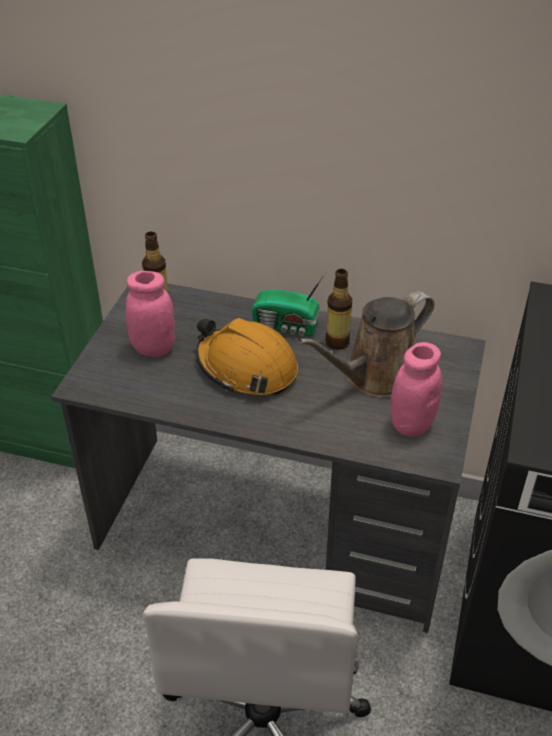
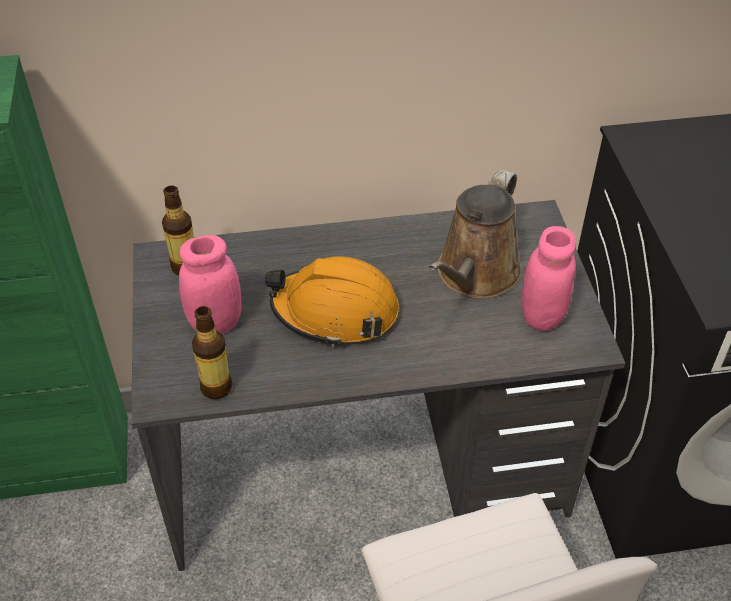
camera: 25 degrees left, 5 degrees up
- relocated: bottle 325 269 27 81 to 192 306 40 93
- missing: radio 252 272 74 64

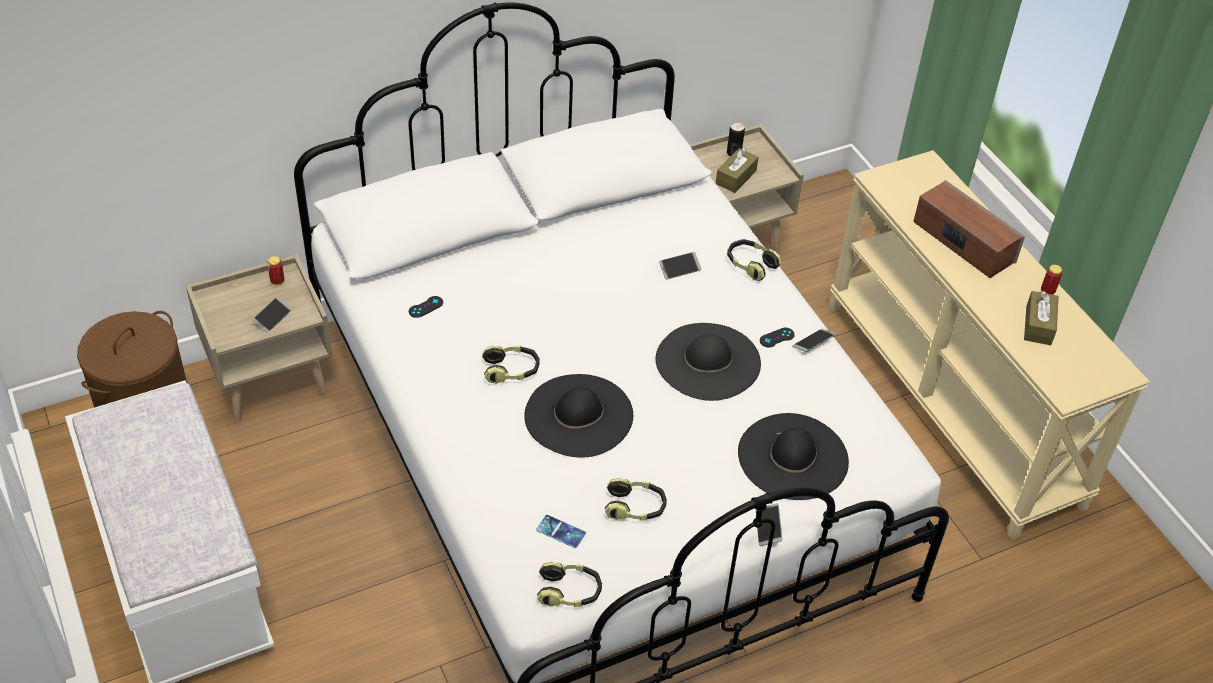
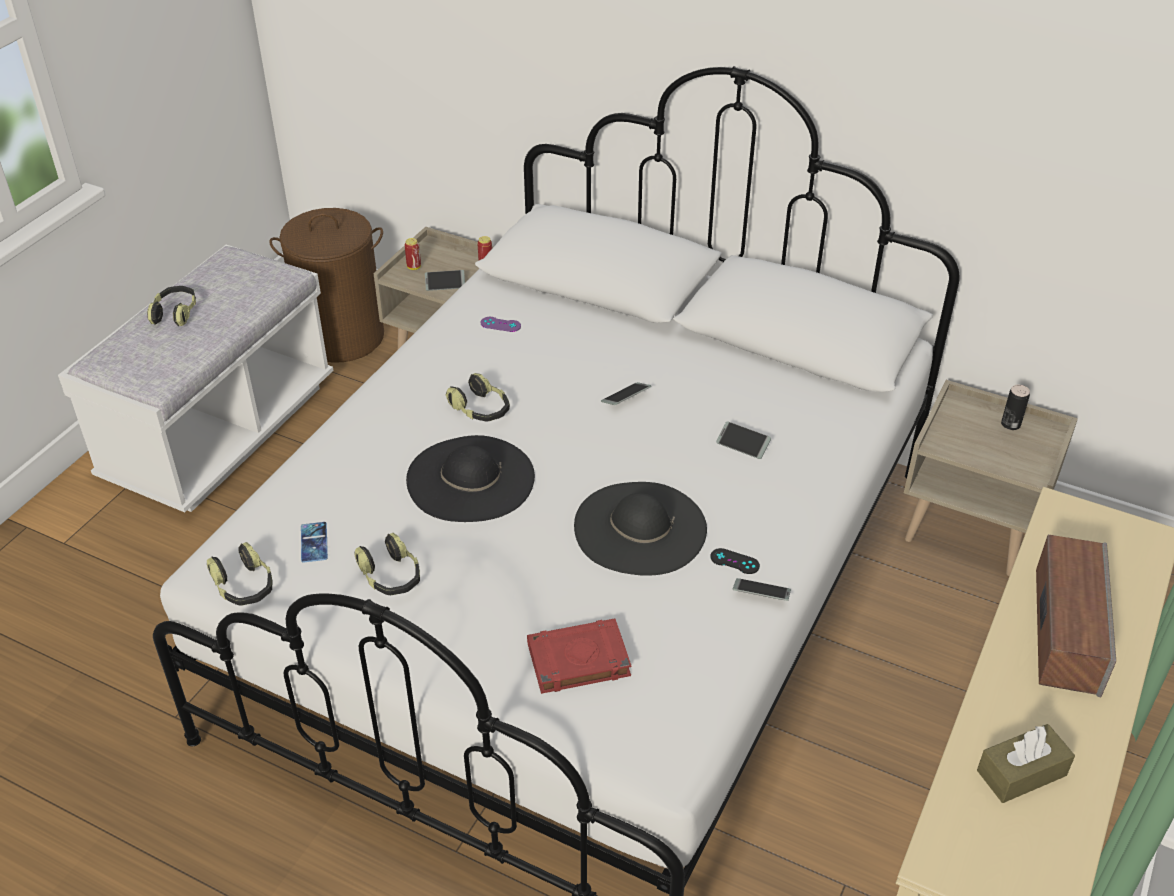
camera: 55 degrees right, 5 degrees down
- relocated: headphones 727 239 54 42 to 147 286 49 40
- relocated: can 1041 265 21 30 to 405 238 16 32
- colour: game controller (black) 409 296 34 22 to game controller (purple) 481 317 40 15
- exchanged: hat (black) 738 413 111 87 to book (red) 527 618 104 76
- relocated: phone 756 503 26 43 to 601 382 50 23
- missing: tissue box (brown) 716 148 42 45

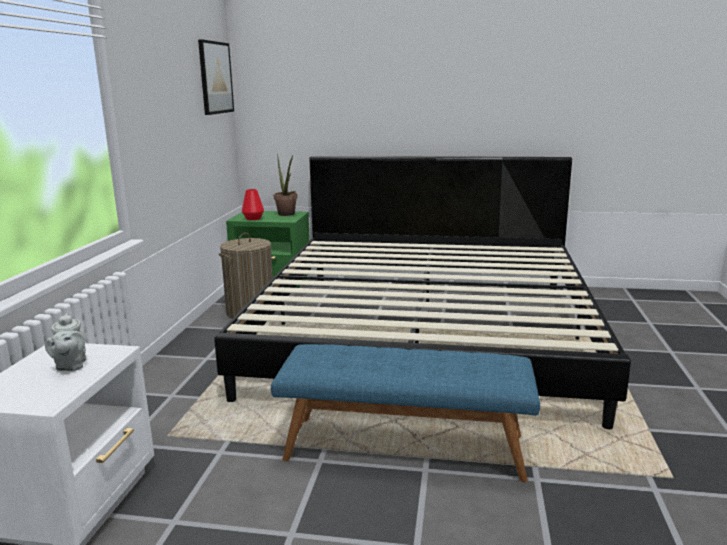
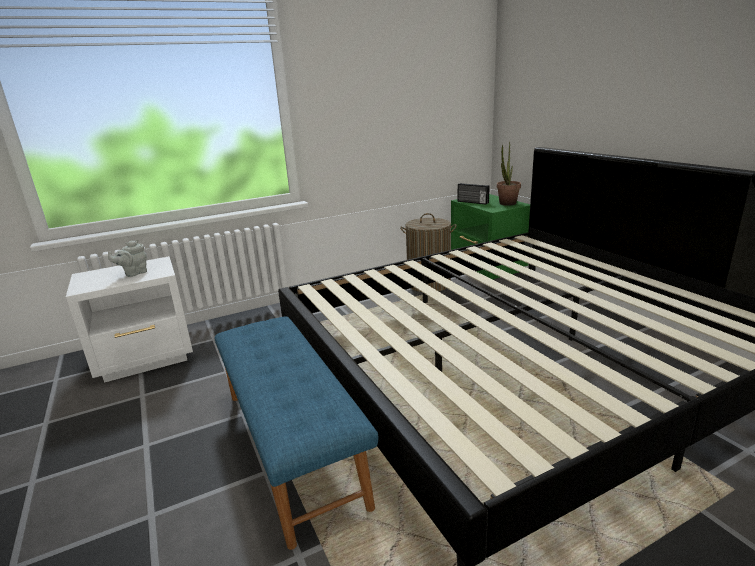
camera: 55 degrees right, 5 degrees up
- exchanged: vase (red) 242 189 22 31 to radio 458 183 32 22
- missing: picture 198 39 36 76

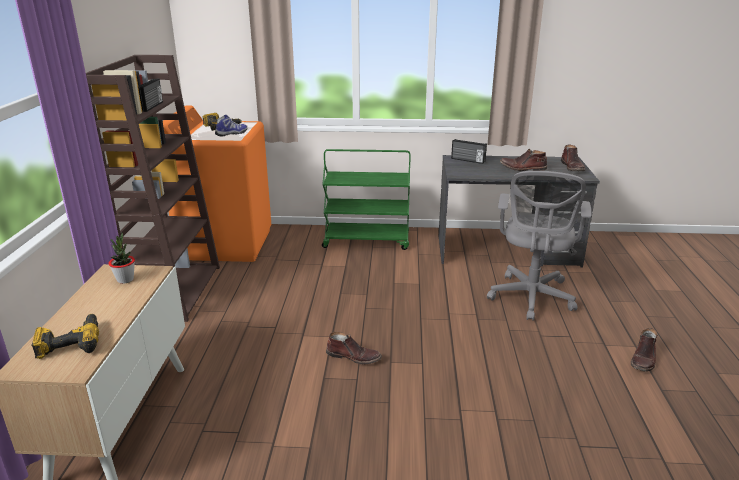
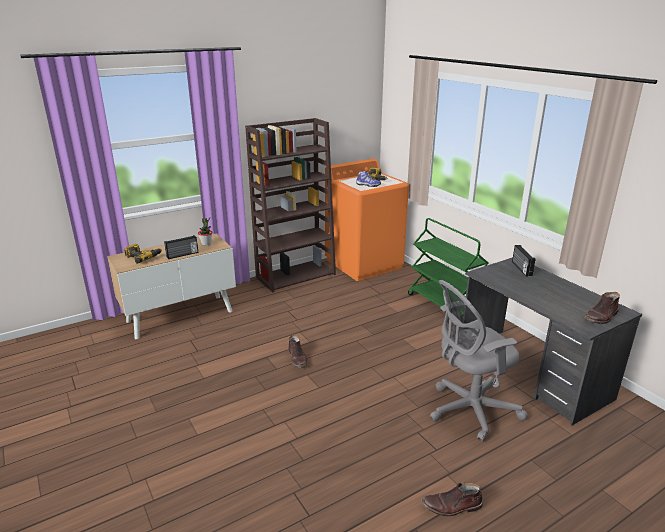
camera: 55 degrees right, 0 degrees up
- relocated: radio 138 79 25 33 to 164 235 34 24
- missing: boot (brown) 500 149 47 22

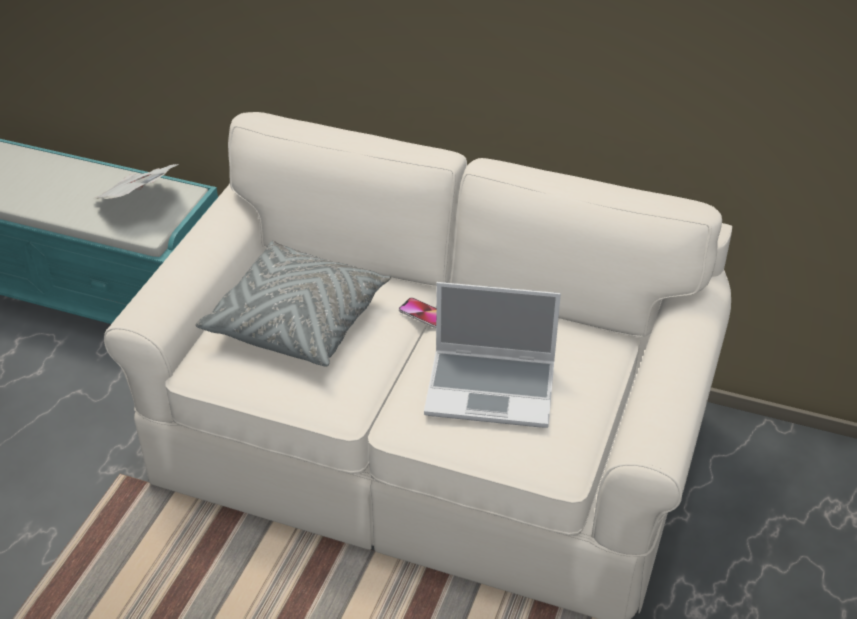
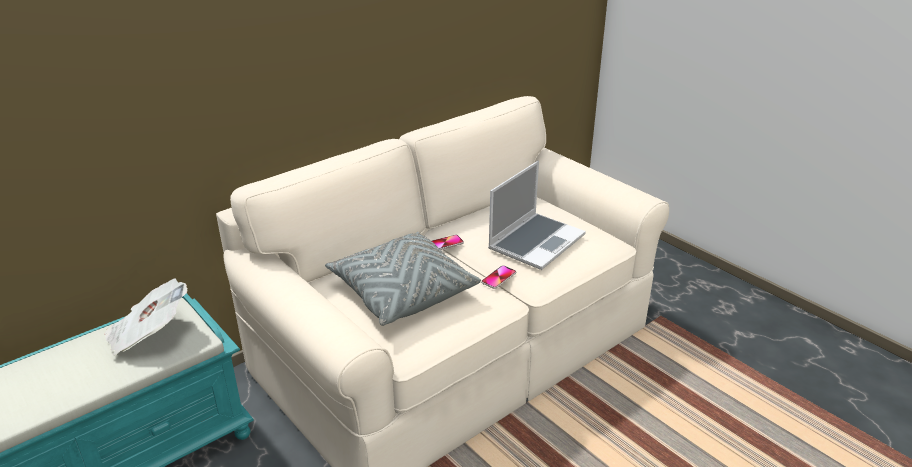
camera: 60 degrees left, 10 degrees down
- appeared: phone 481 265 35 24

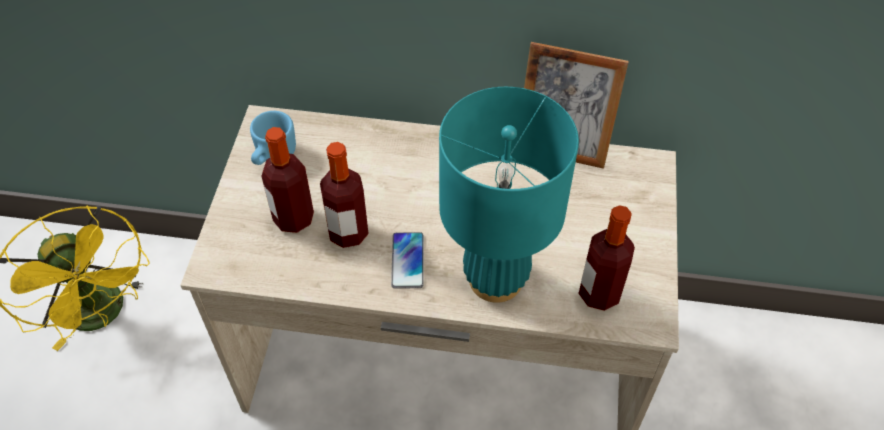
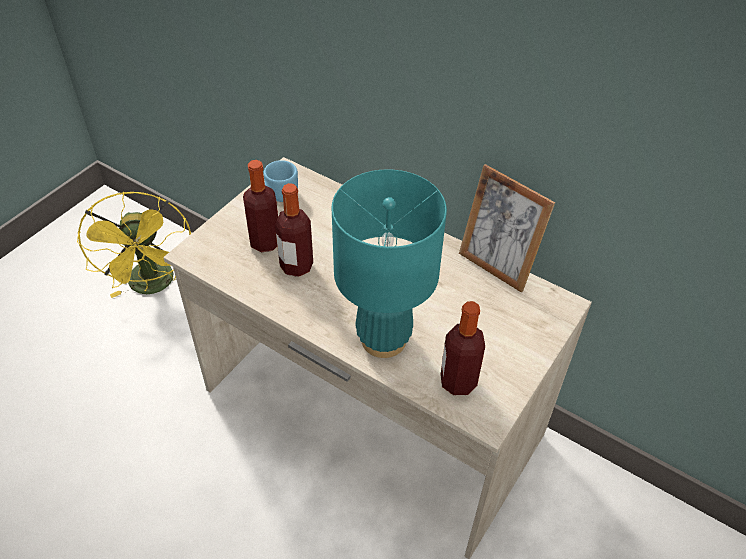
camera: 25 degrees right, 5 degrees down
- missing: phone 391 232 33 57

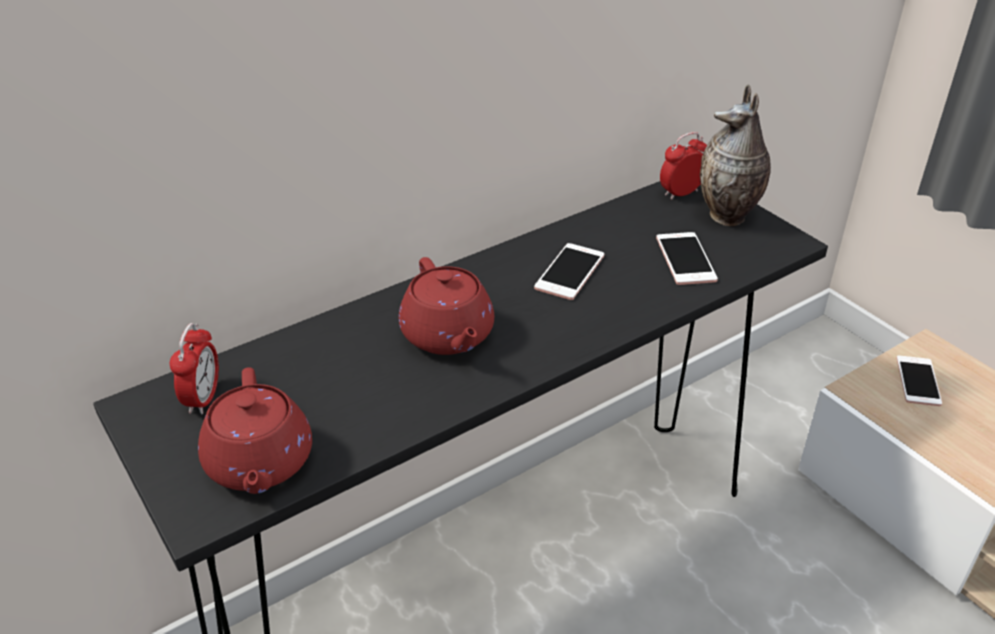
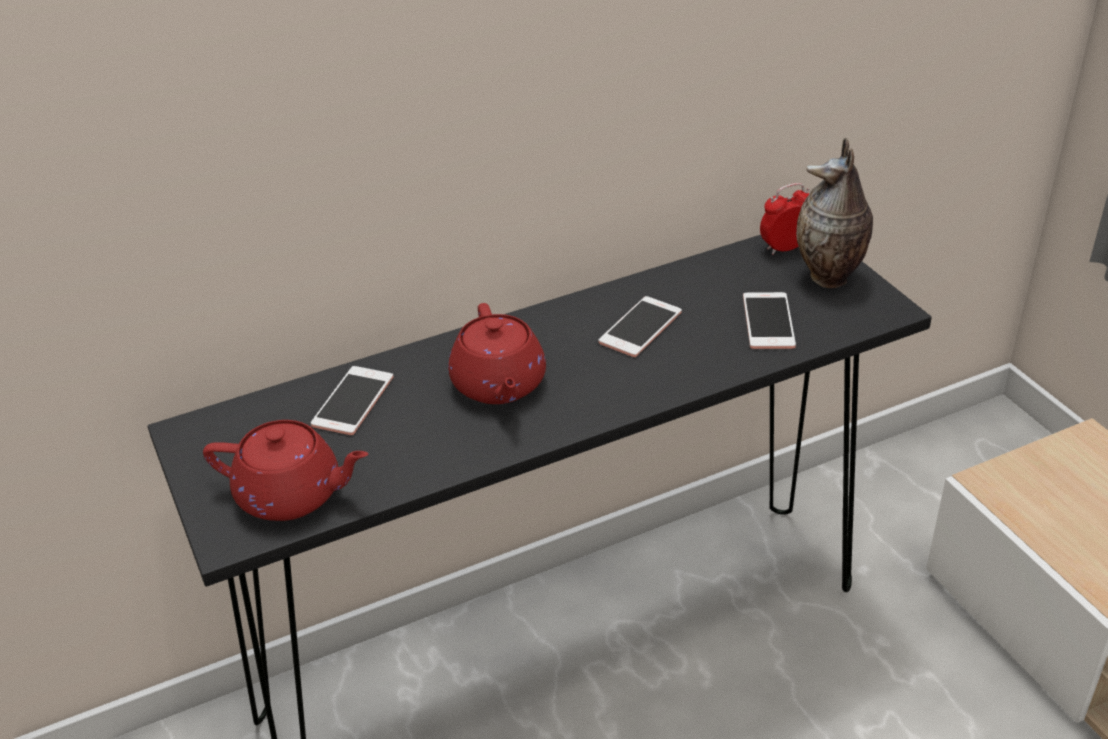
camera: 10 degrees right, 0 degrees up
- spun: teapot (red) 198 367 114 127 = 203 420 165 101 75 degrees counterclockwise
- relocated: phone 896 355 46 51 to 311 366 82 69
- missing: alarm clock 170 323 49 91

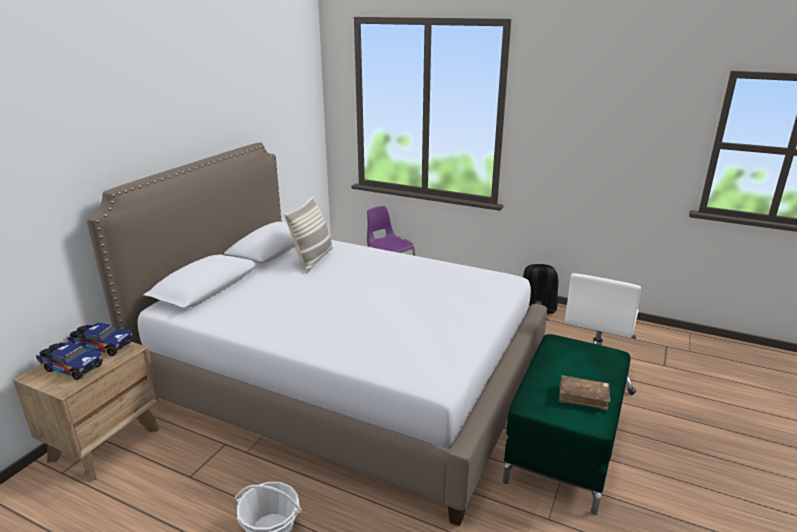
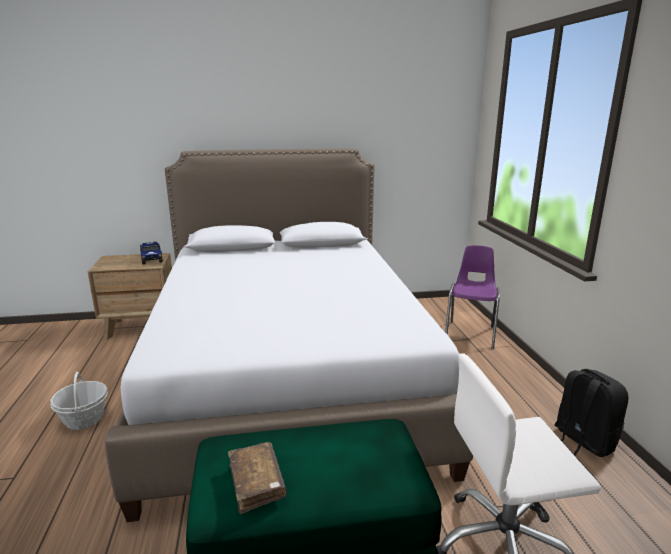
camera: 55 degrees right, 5 degrees down
- missing: toy truck 36 342 67 38
- missing: pillow 284 196 49 77

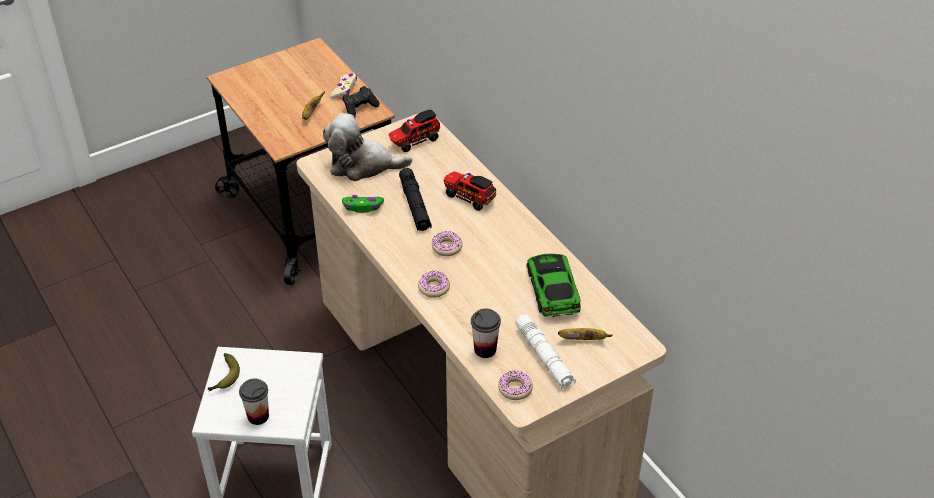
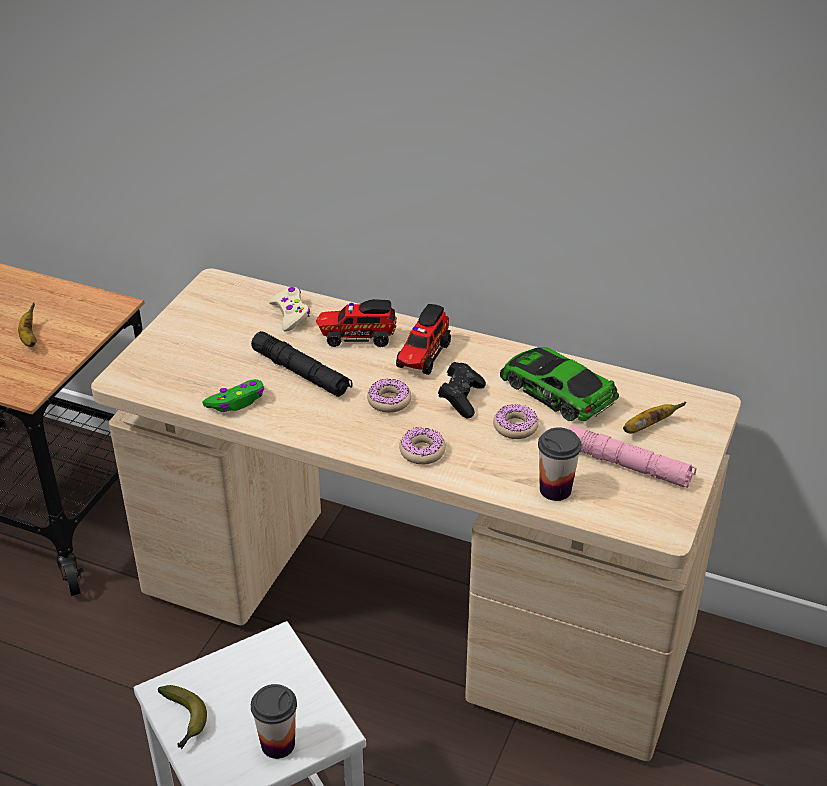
camera: 35 degrees left, 5 degrees down
- relocated: game controller (beige) 330 73 27 25 to 269 287 41 45
- relocated: toy truck 389 110 51 42 to 396 304 55 71
- relocated: game controller (black) 343 86 37 31 to 438 362 48 56
- relocated: donut 498 370 35 30 to 493 404 46 35
- colour: flashlight (white) 515 314 61 75 to flashlight (pink) 568 425 129 63
- missing: plush toy 323 113 89 68

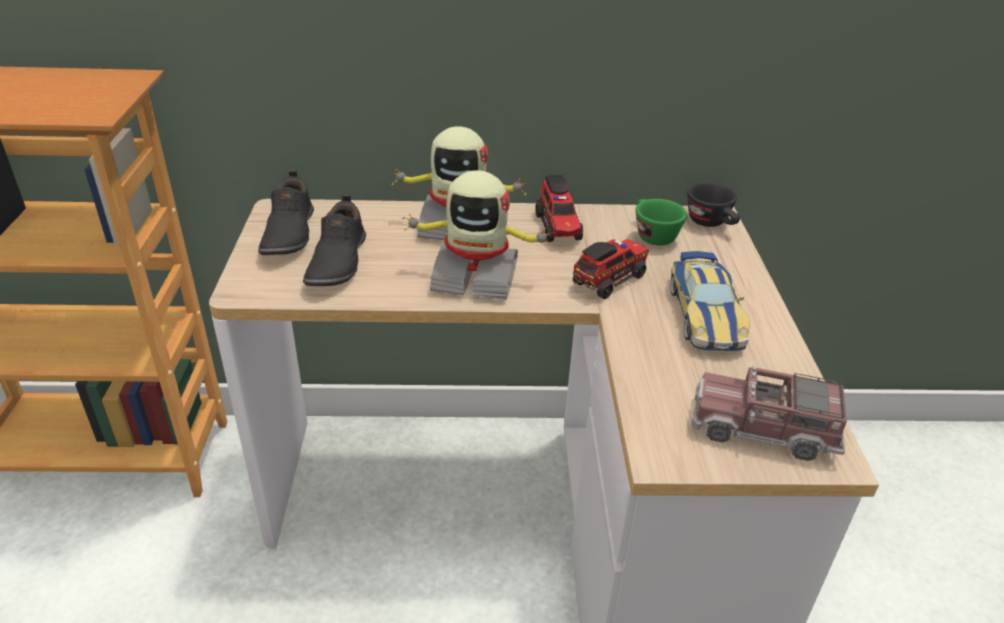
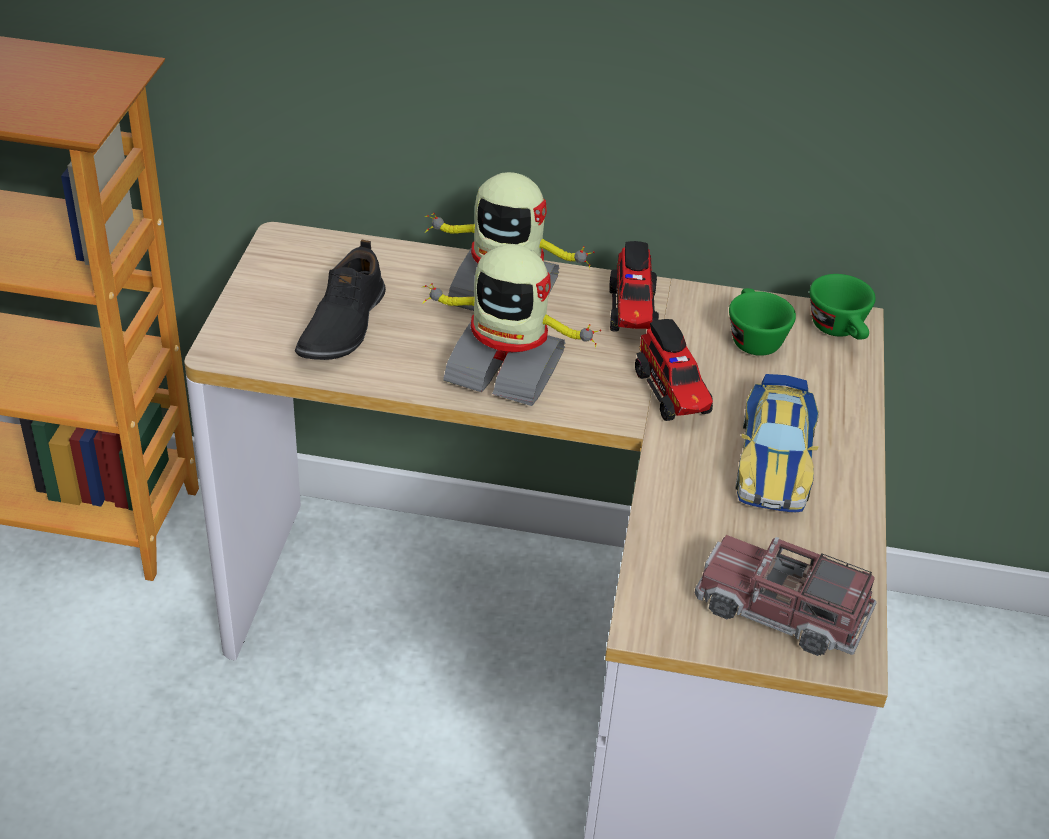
camera: 10 degrees right, 5 degrees up
- spun: toy truck 573 239 76 60 = 635 319 78 102 105 degrees clockwise
- colour: cup (black) 687 182 53 45 to cup (green) 810 274 66 66
- missing: shoe (black) 258 170 56 85

